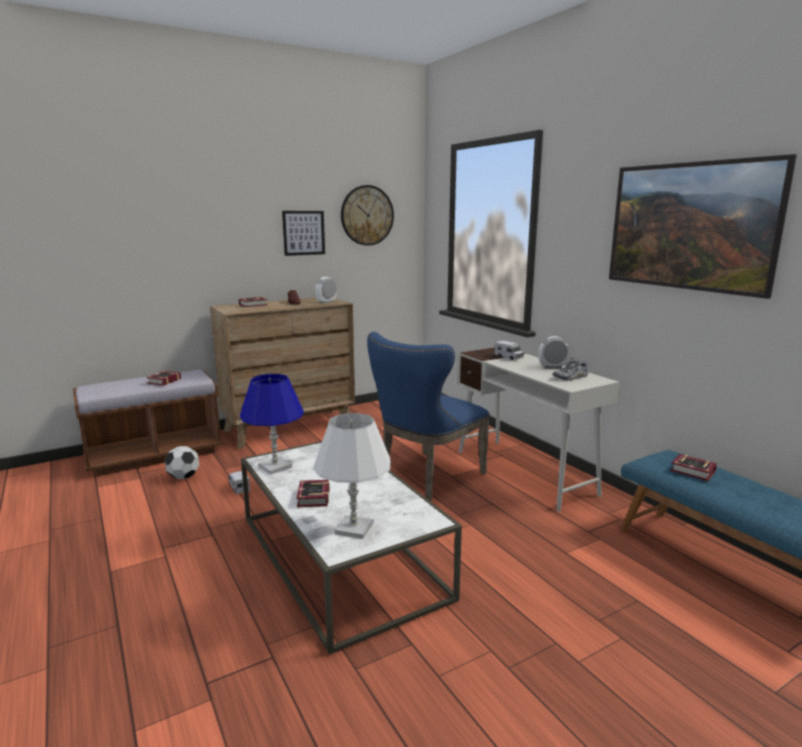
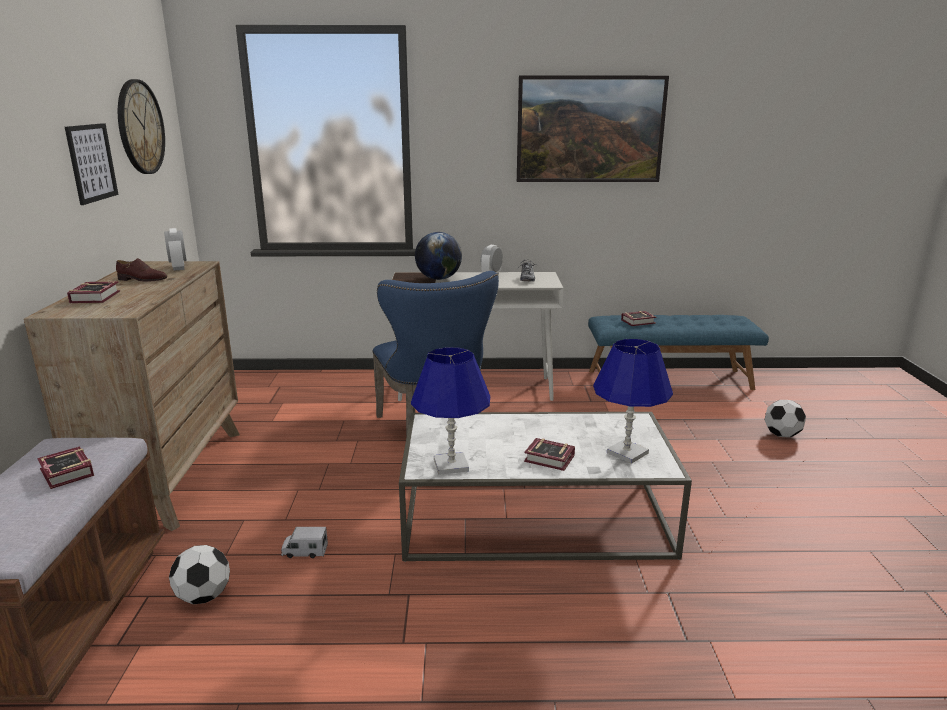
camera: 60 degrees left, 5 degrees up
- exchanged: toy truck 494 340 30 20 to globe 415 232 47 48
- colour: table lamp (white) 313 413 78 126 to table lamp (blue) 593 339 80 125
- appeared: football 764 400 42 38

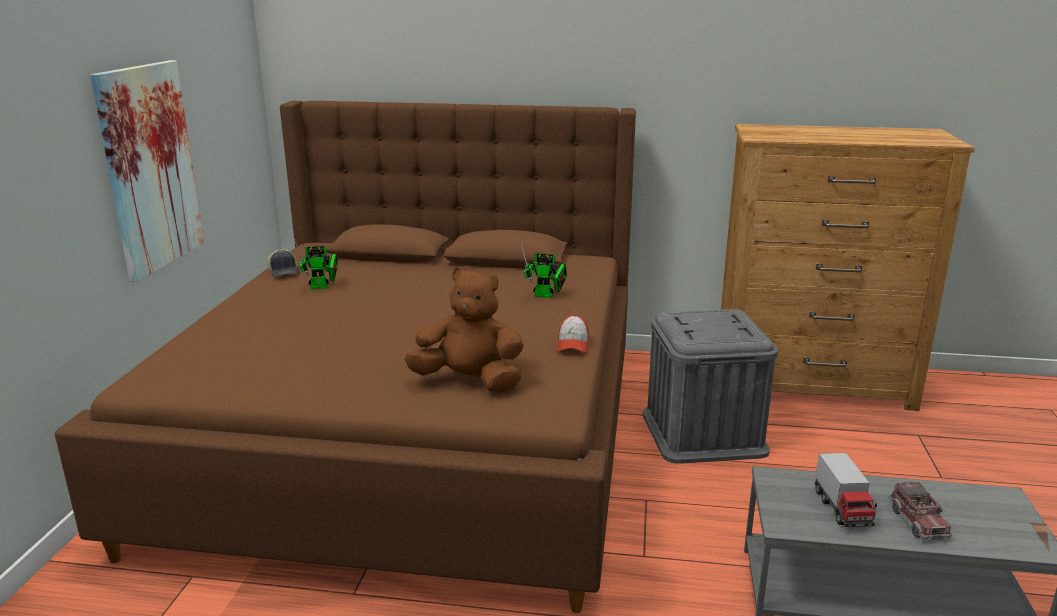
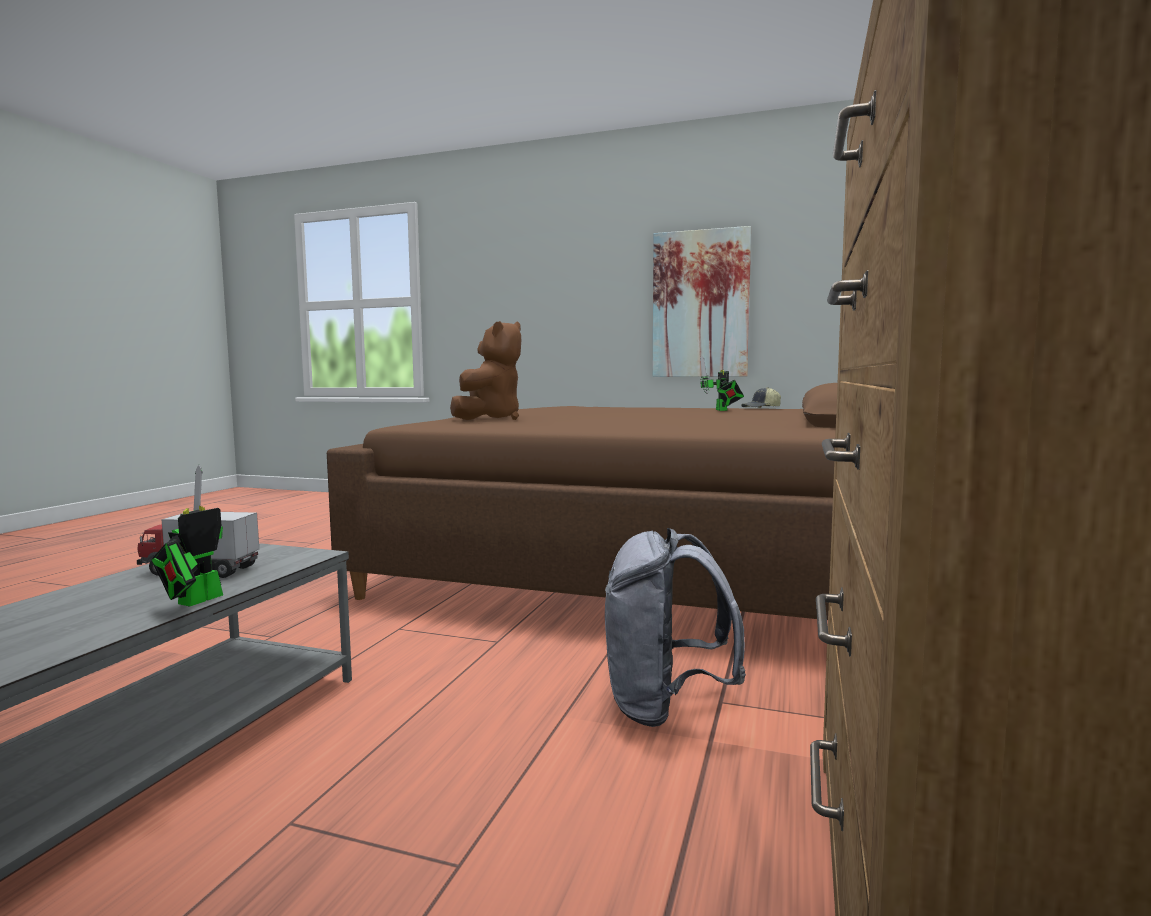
camera: 100 degrees right, 15 degrees down
- relocated: toy robot 520 242 47 56 to 152 465 71 142
- exchanged: storage box (grey) 643 309 135 155 to backpack (grey) 605 528 141 199
- missing: cap 557 315 32 38
- missing: toy truck 888 482 64 58

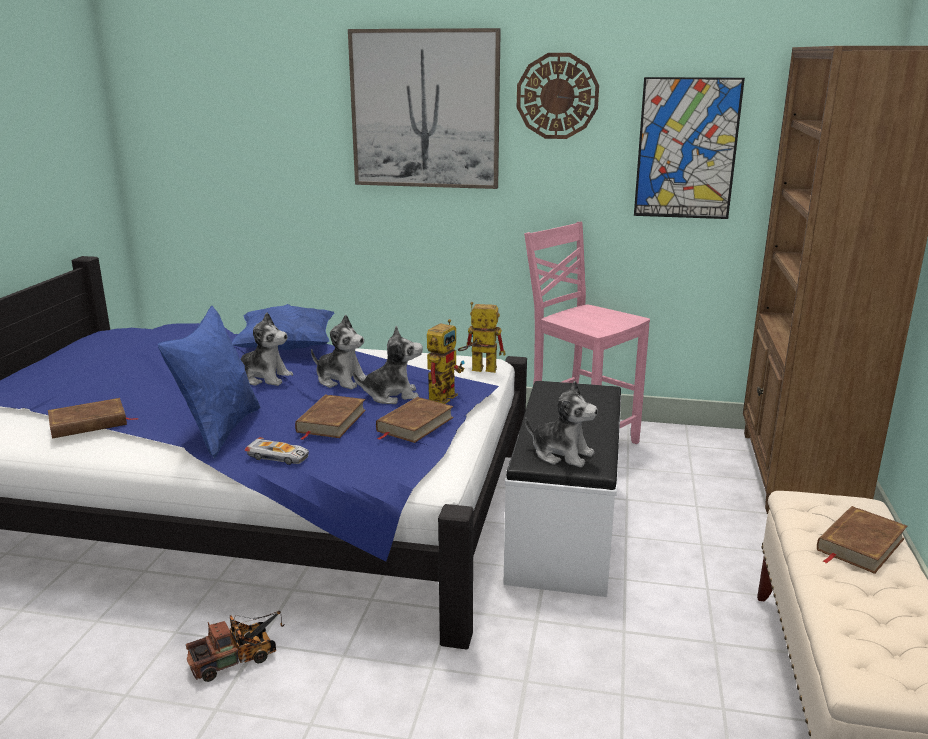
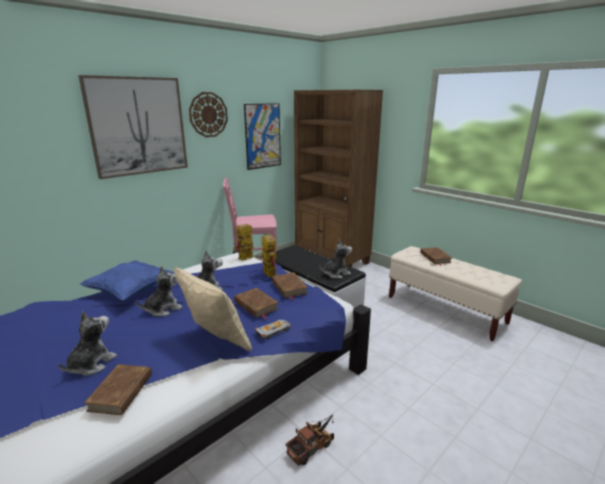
camera: 55 degrees left, 0 degrees up
- relocated: plush toy 353 325 70 79 to 58 311 59 65
- colour: pillow (blue) 158 306 103 152 to pillow (beige) 174 267 78 84
- spun: toy truck 186 611 98 71 = 286 414 48 52 45 degrees clockwise

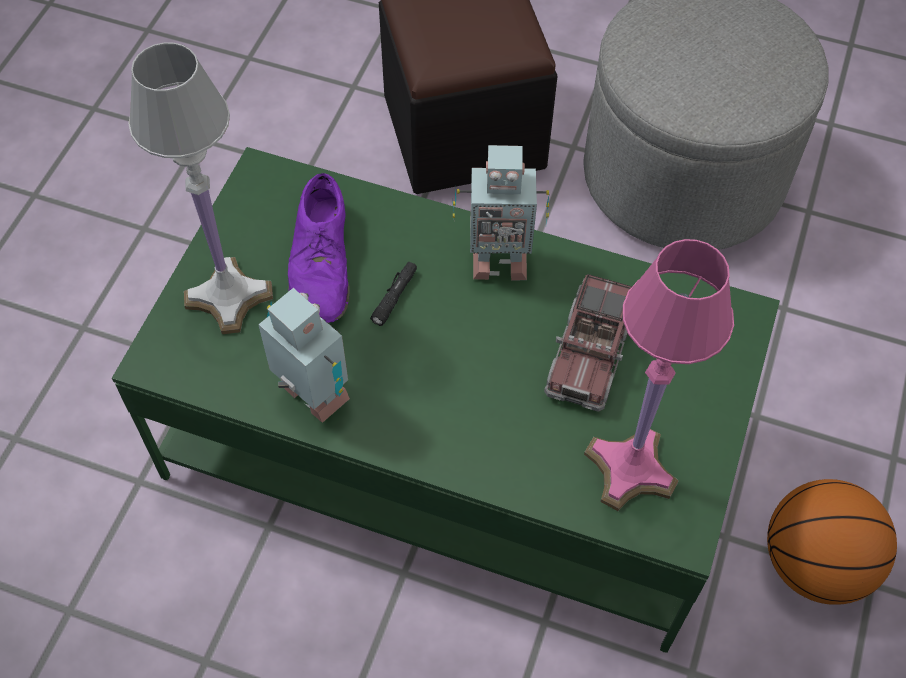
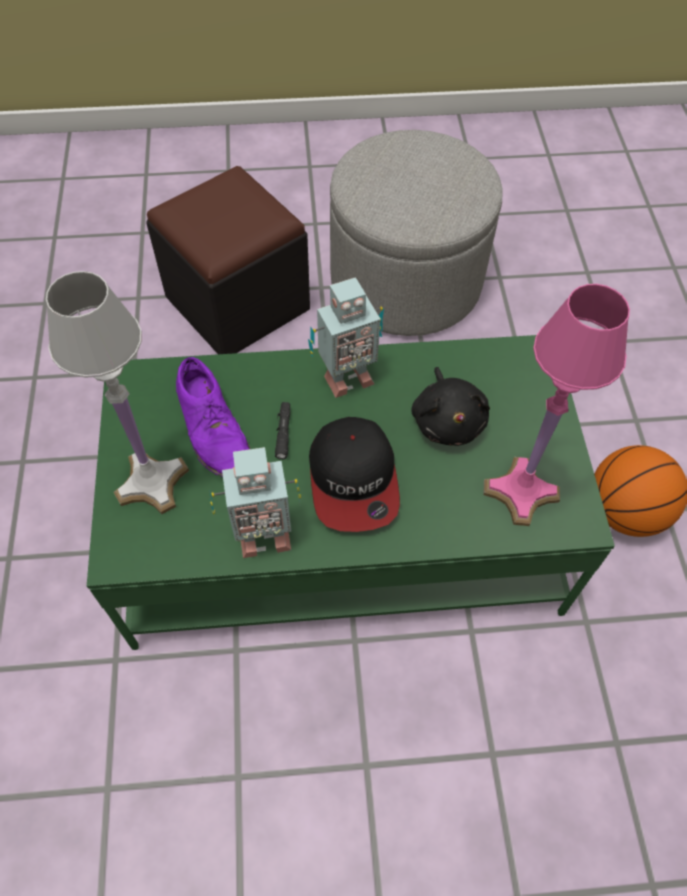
camera: 25 degrees left, 0 degrees up
- spun: toy robot 258 288 92 135 = 209 447 92 111 150 degrees clockwise
- appeared: cap 309 417 91 115
- exchanged: toy truck 544 274 88 138 to plush toy (black) 411 367 79 79

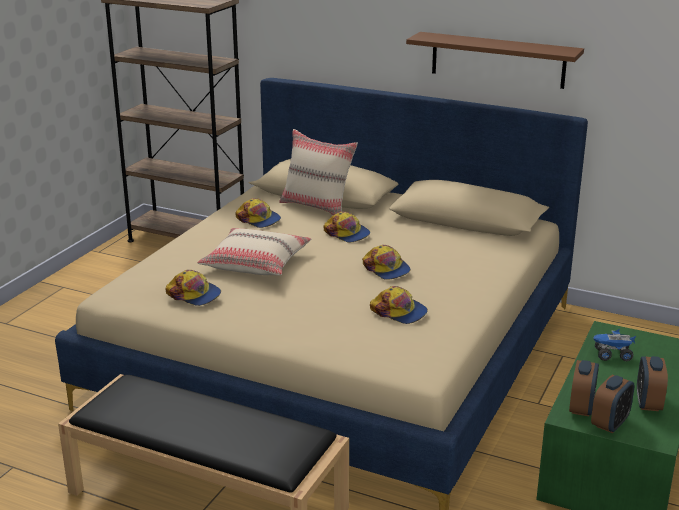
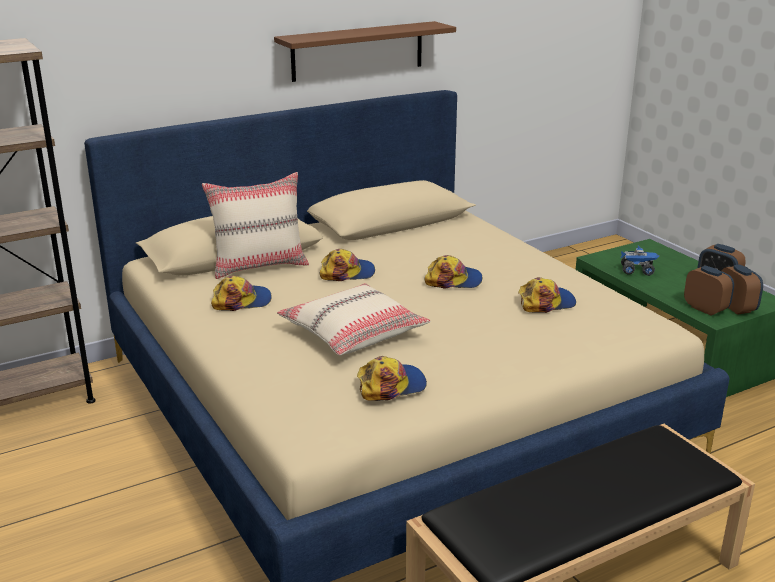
camera: 55 degrees left, 0 degrees up
- spun: toy truck 593 328 43 33 = 621 246 38 30 120 degrees counterclockwise

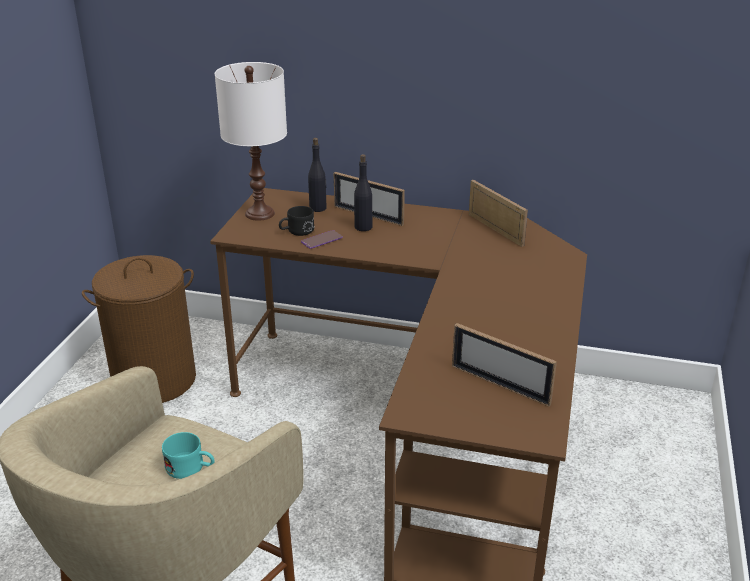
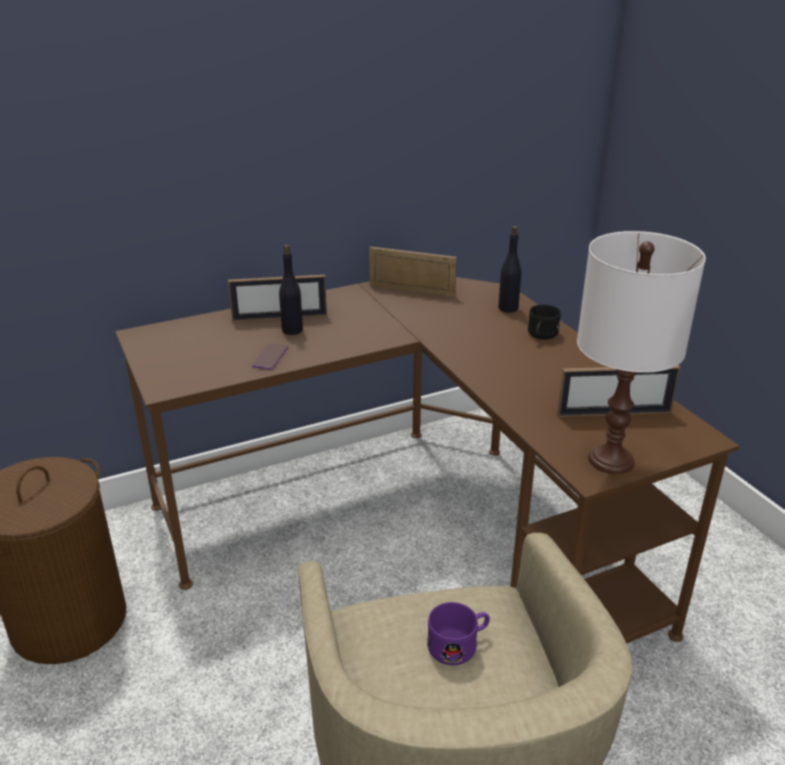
camera: 40 degrees left, 0 degrees up
- colour: mug (turquoise) 162 432 53 47 to mug (purple) 427 602 63 63
- relocated: bottle (black) 308 138 19 74 to 498 226 23 87
- relocated: mug (black) 279 206 35 30 to 528 304 33 35
- relocated: table lamp (white) 215 62 72 159 to 577 231 129 243

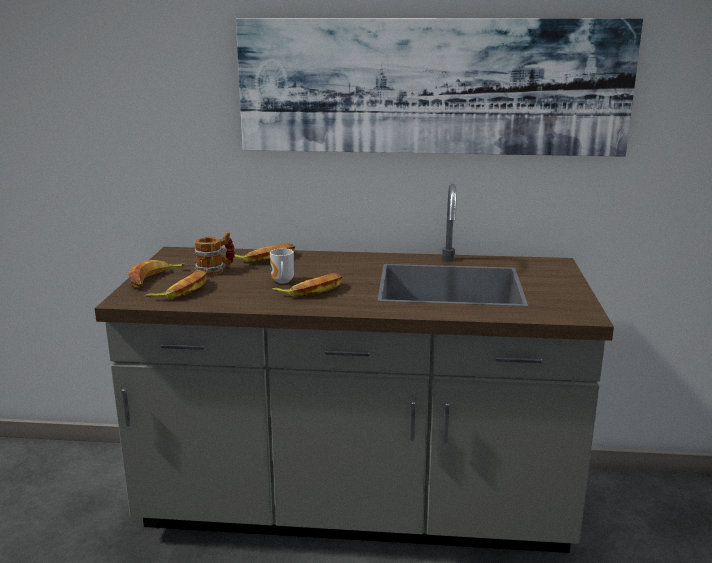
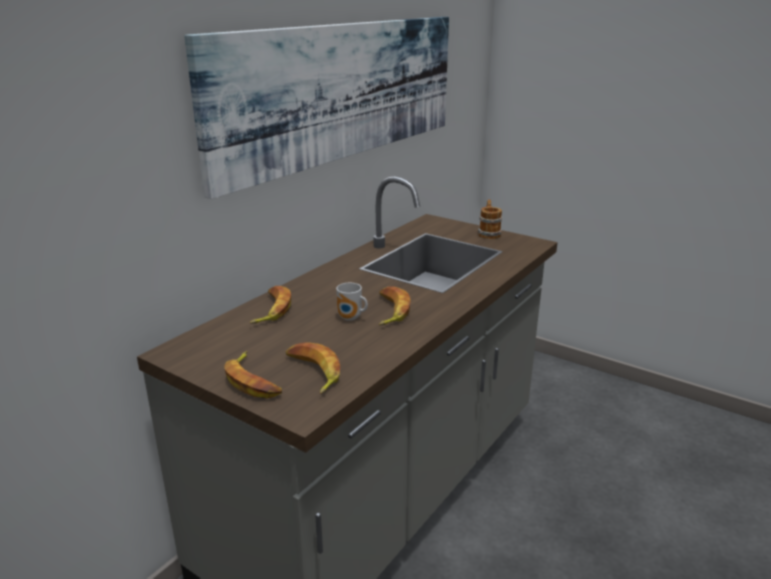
camera: 60 degrees left, 5 degrees up
- relocated: mug 195 231 40 45 to 478 200 24 39

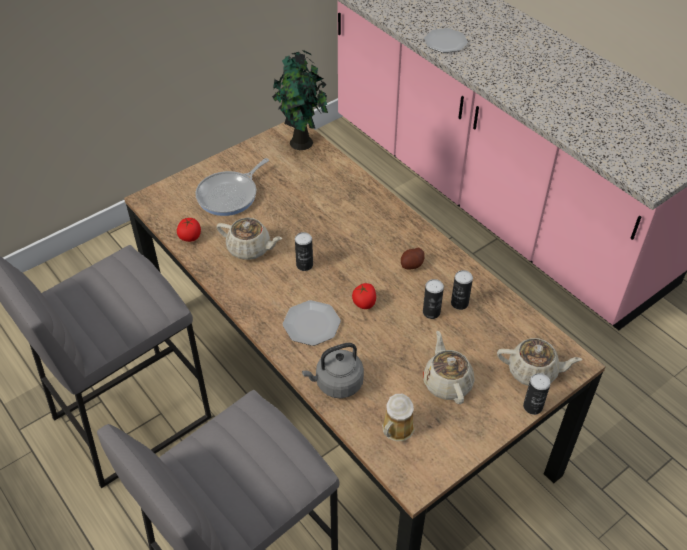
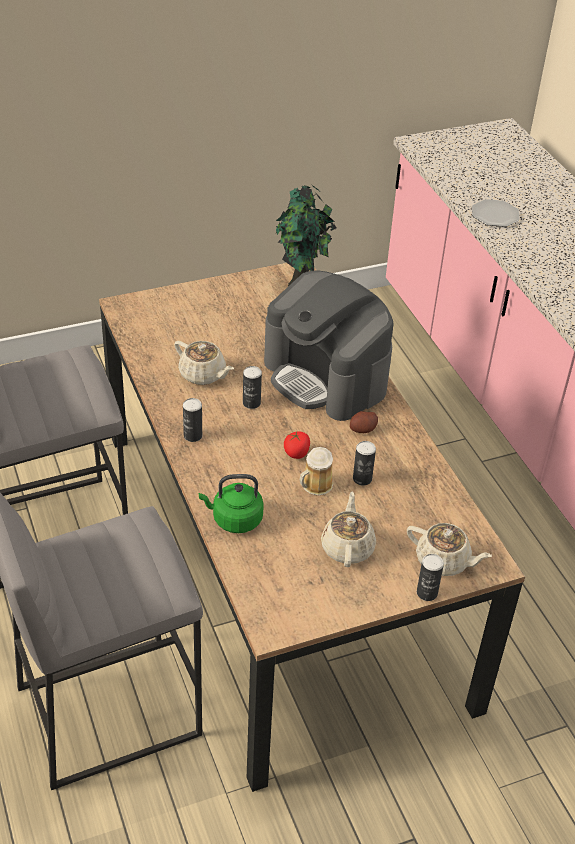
camera: 15 degrees right, 5 degrees down
- relocated: can 451 270 22 40 to 183 398 19 44
- colour: kettle (grey) 302 343 62 55 to kettle (green) 199 474 65 59
- appeared: coffee machine 264 271 130 150
- relocated: mug 382 394 32 47 to 300 447 33 49
- missing: tomato 177 218 24 24
- missing: frying pan 195 158 74 58
- missing: plate 283 300 58 46

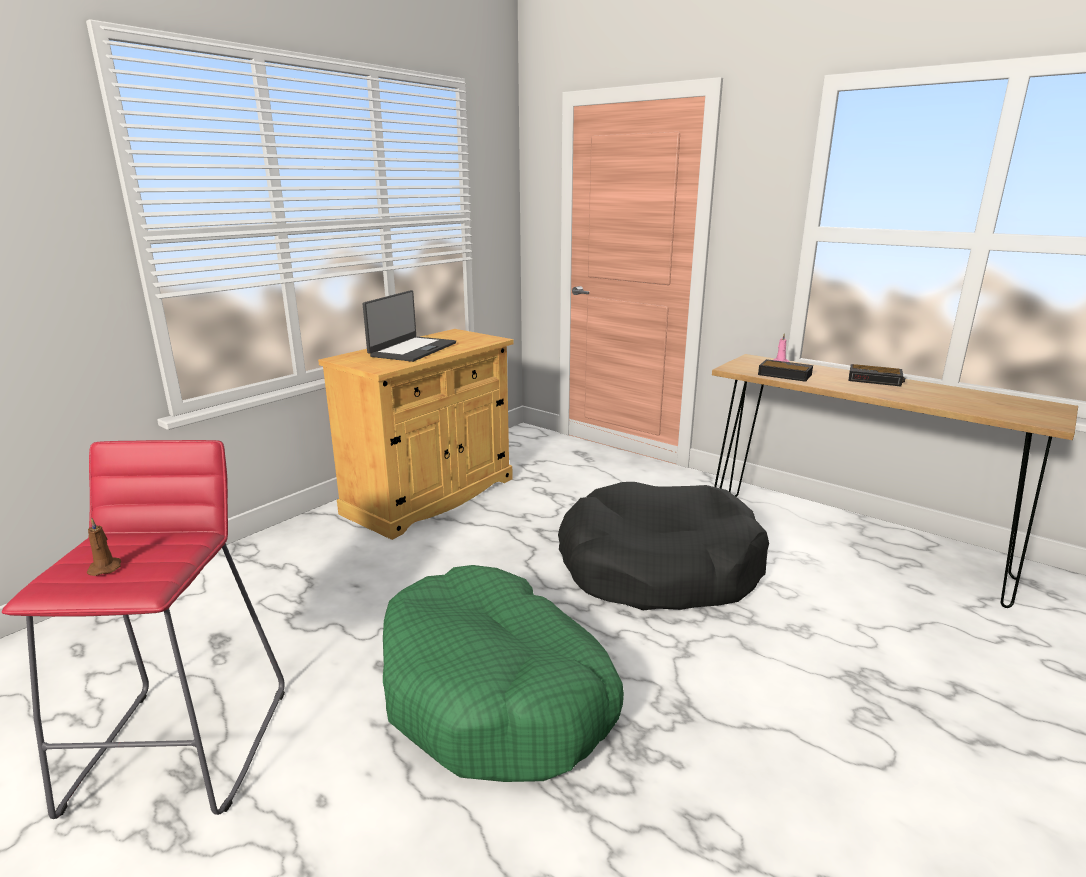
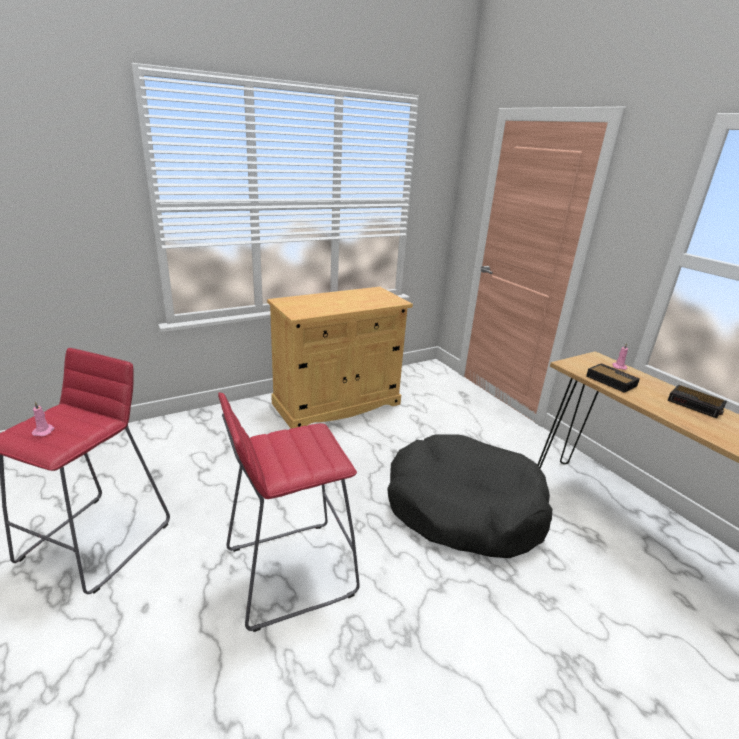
camera: 20 degrees right, 5 degrees up
- colour: candle (brown) 87 518 34 58 to candle (pink) 32 401 23 35
- exchanged: dog bed (green) 383 565 241 217 to stool (red) 218 392 142 240
- missing: laptop 363 290 93 72

